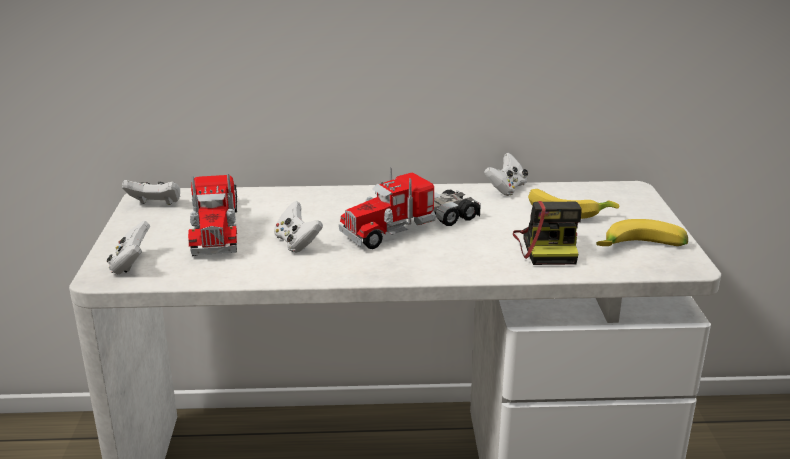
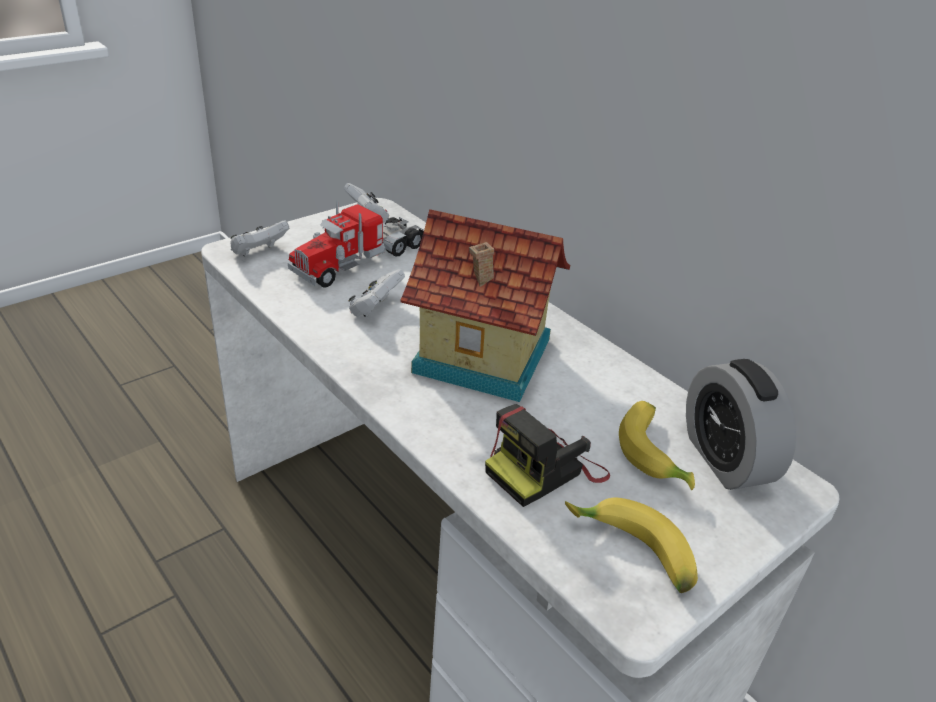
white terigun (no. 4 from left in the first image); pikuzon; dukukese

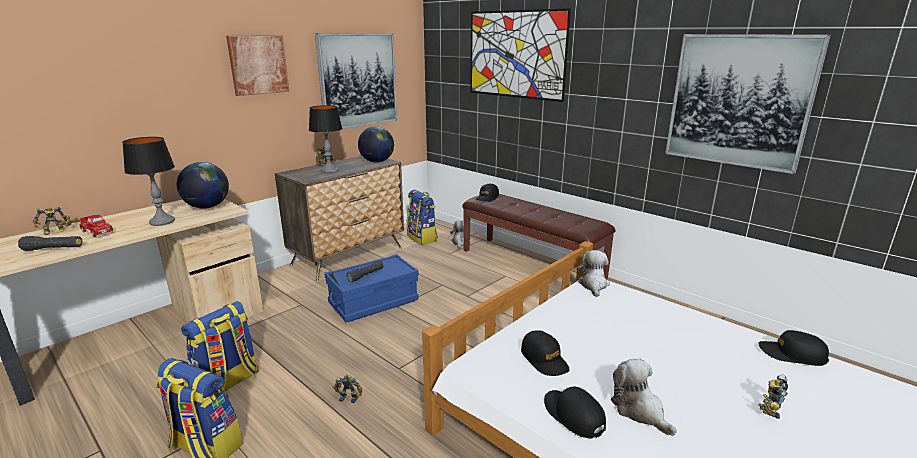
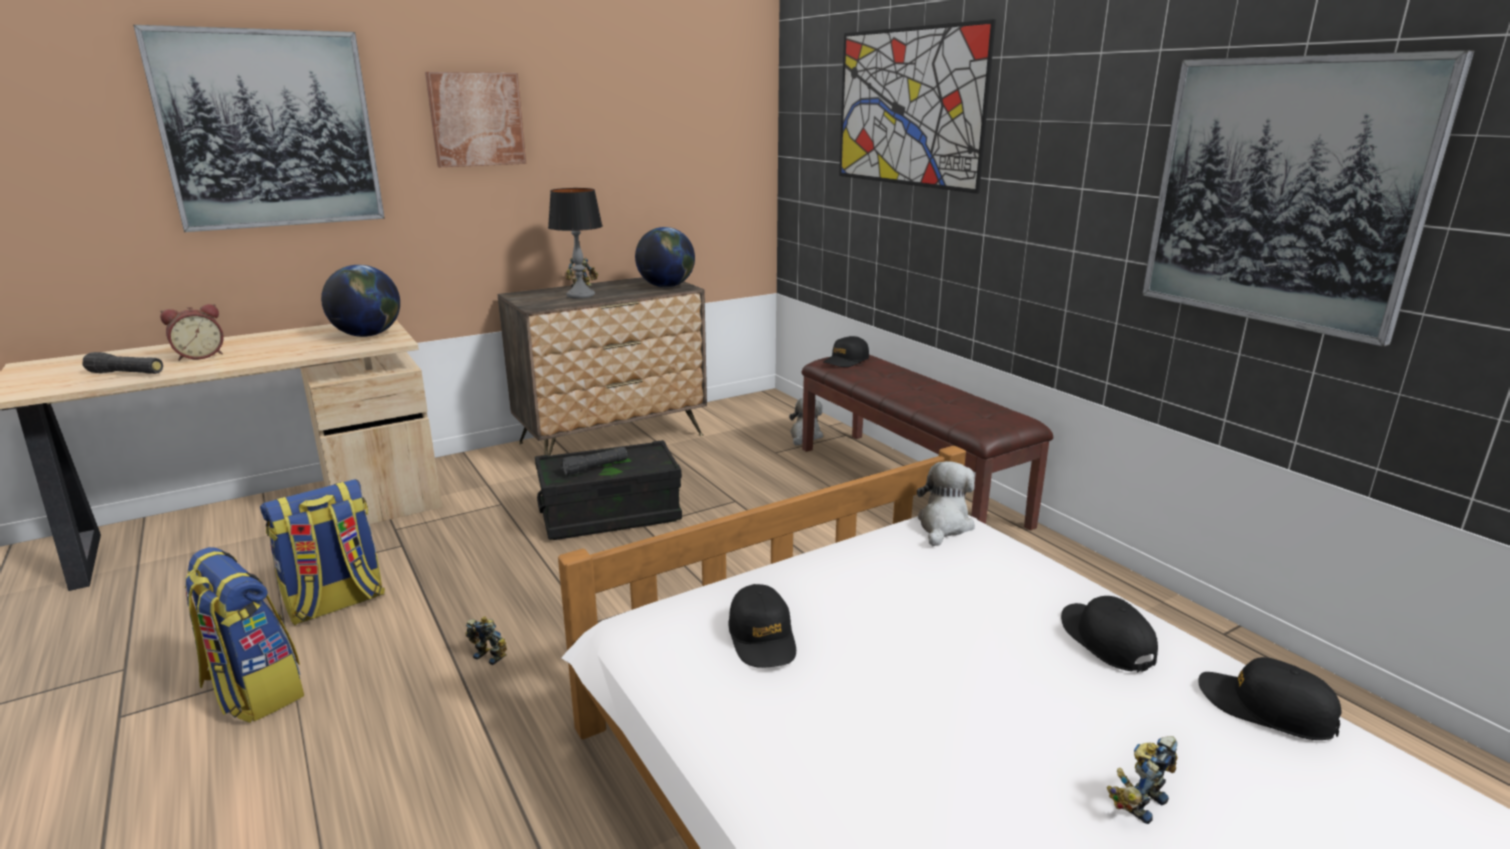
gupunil (no. 1 from left); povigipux (no. 1 from left in the first image); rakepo (no. 3 from left in the first image); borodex (no. 1 from left in the first image); dukukese; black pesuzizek; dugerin (no. 3 from left in the first image); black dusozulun (no. 3 from left)

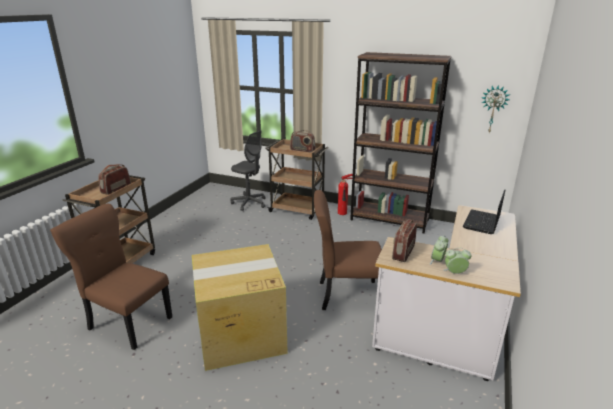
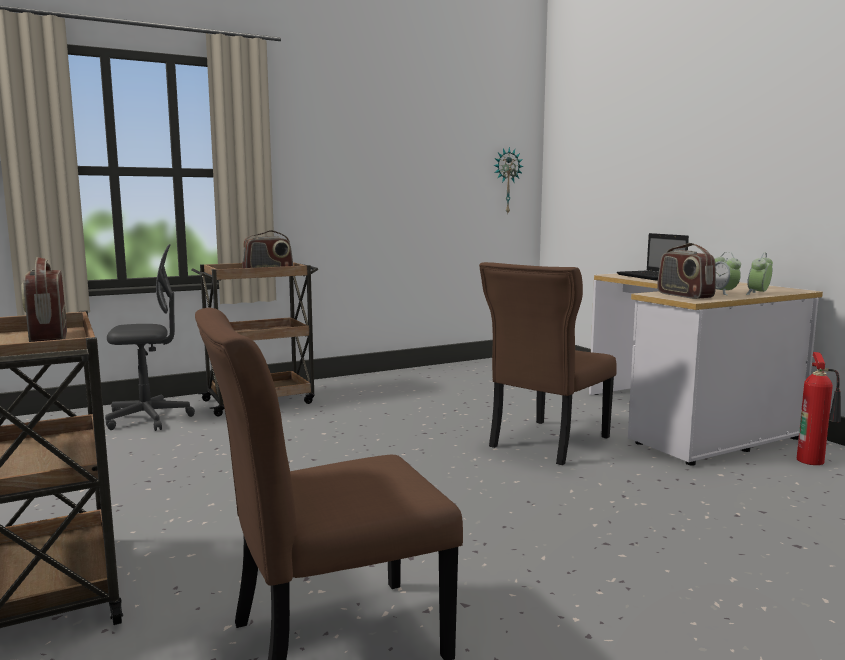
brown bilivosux; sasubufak; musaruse

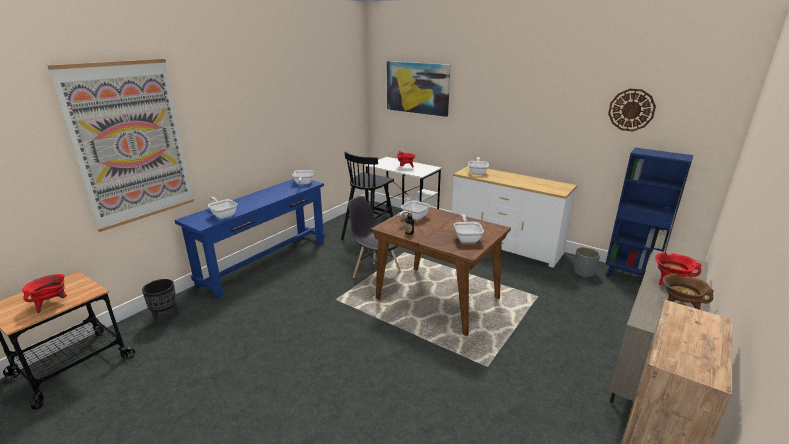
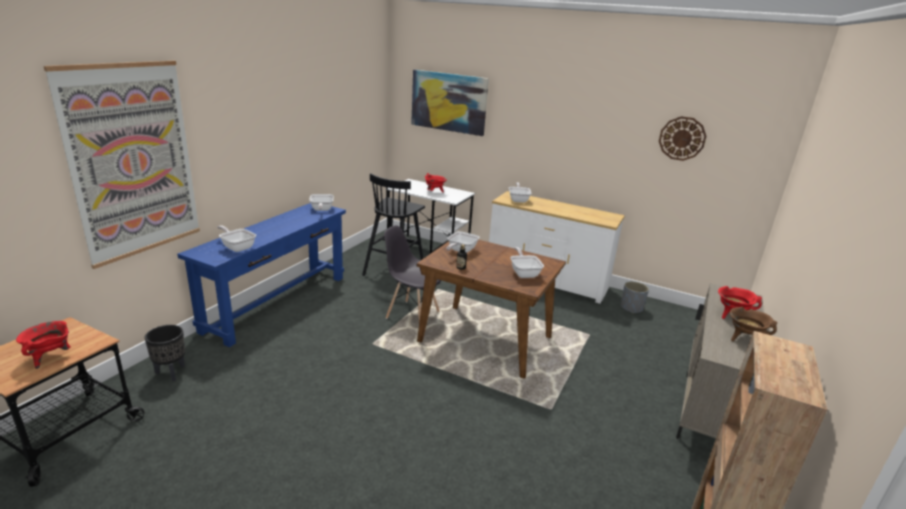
blue bilivosux

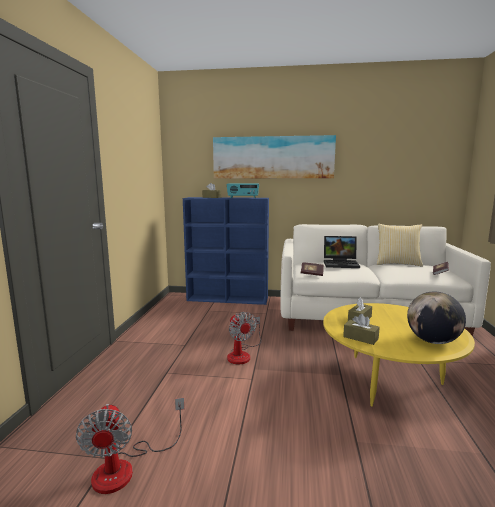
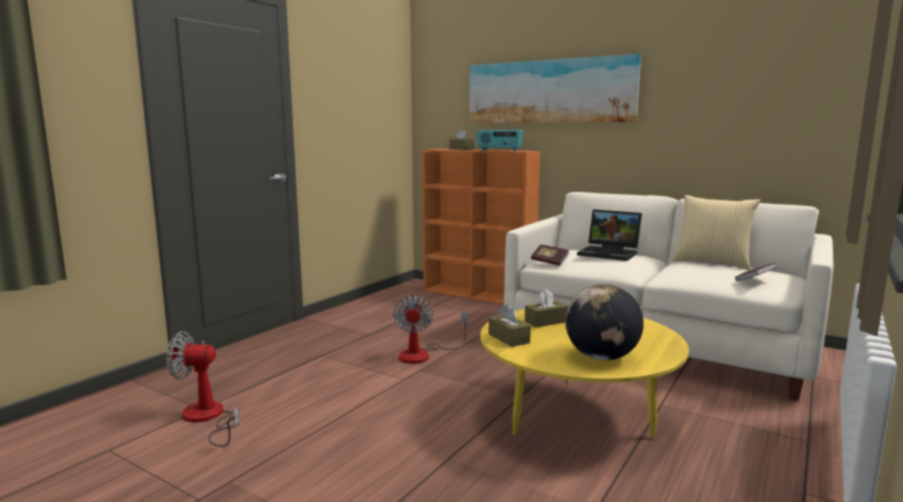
orange bilivosux; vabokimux (no. 1 from left)

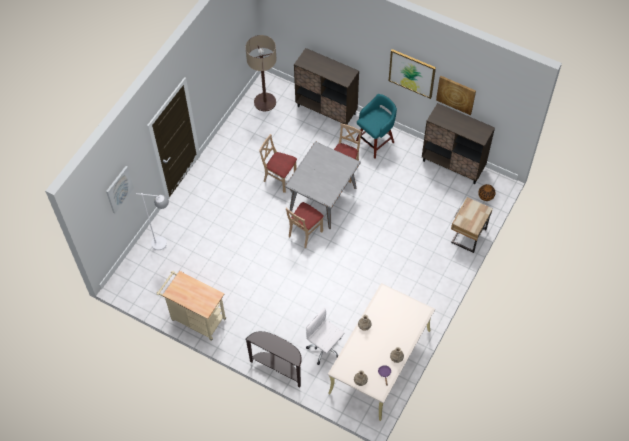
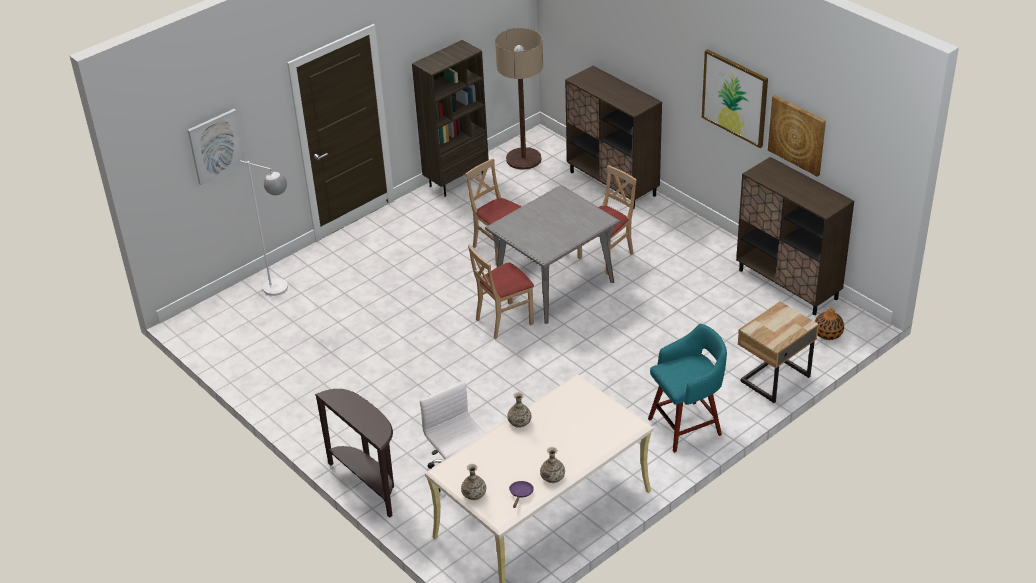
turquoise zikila; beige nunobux; brown bilivosux

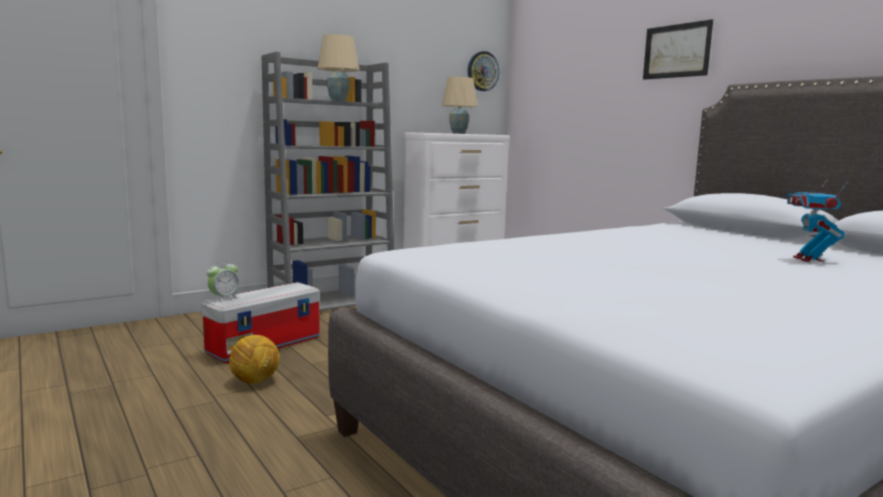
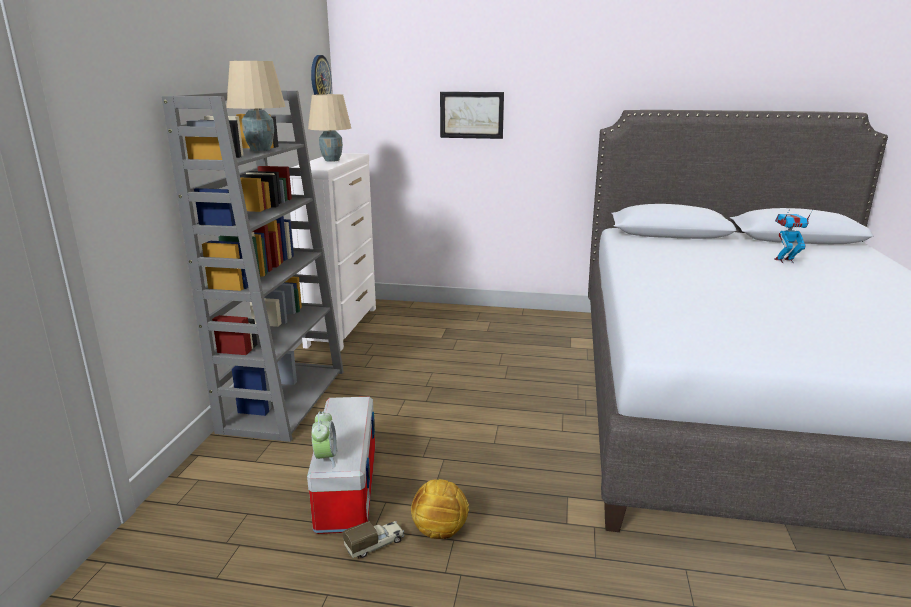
gupunil; borodex; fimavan

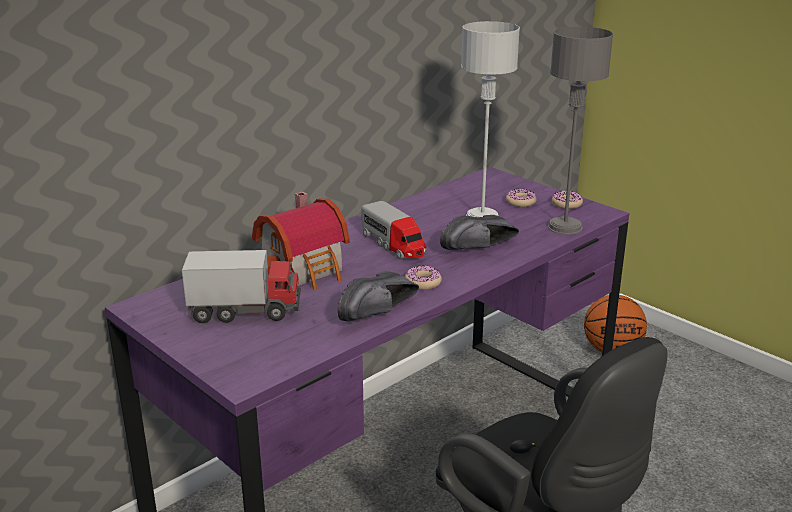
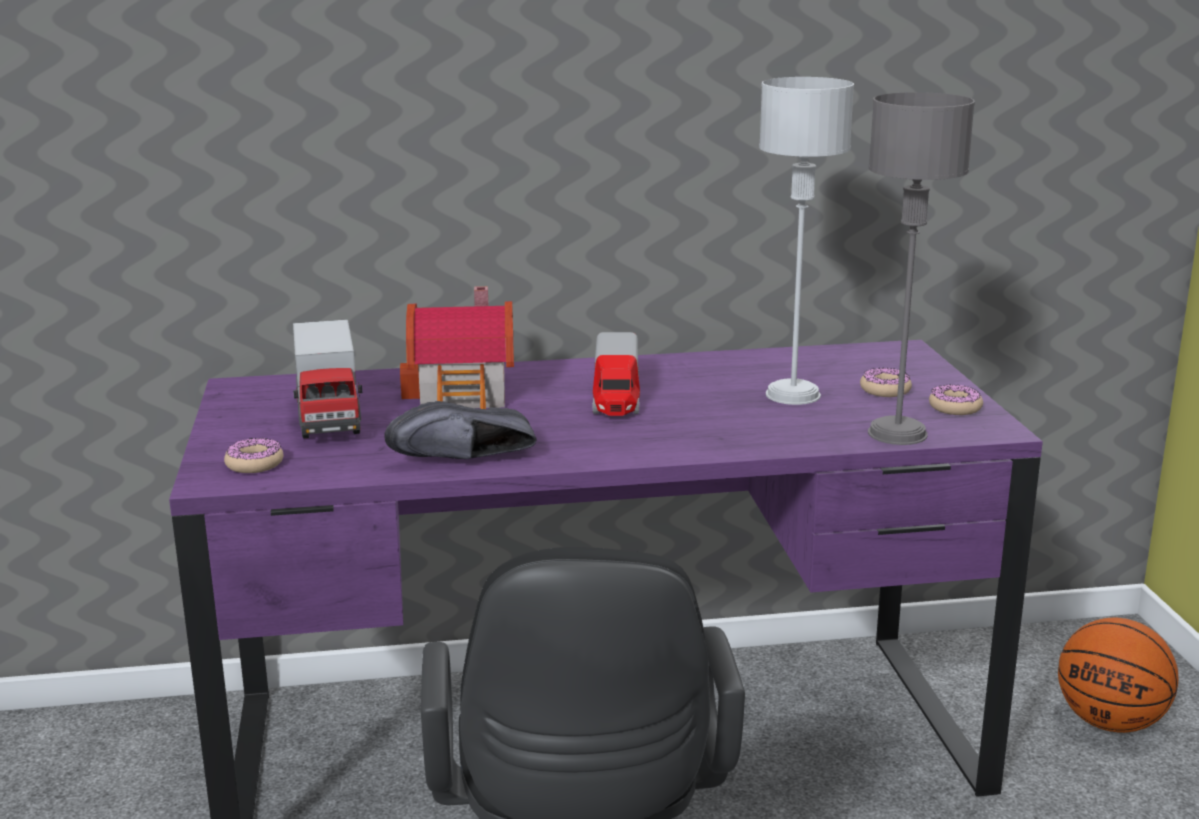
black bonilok (no. 2 from left in the first image); fimavan (no. 1 from left); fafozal (no. 1 from left)

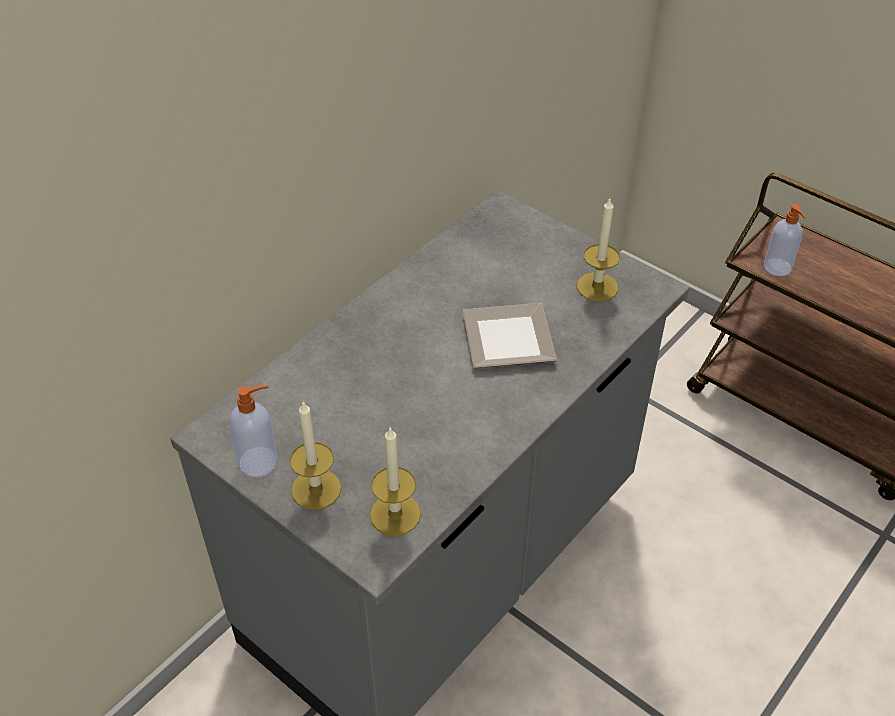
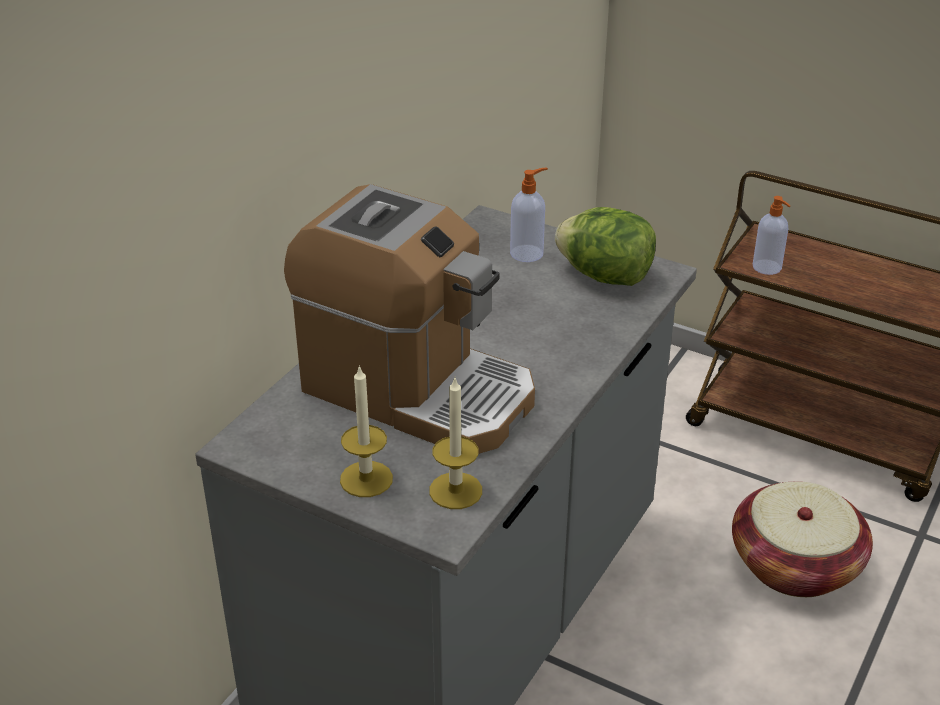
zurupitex; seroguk; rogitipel (no. 1 from left); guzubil; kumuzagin

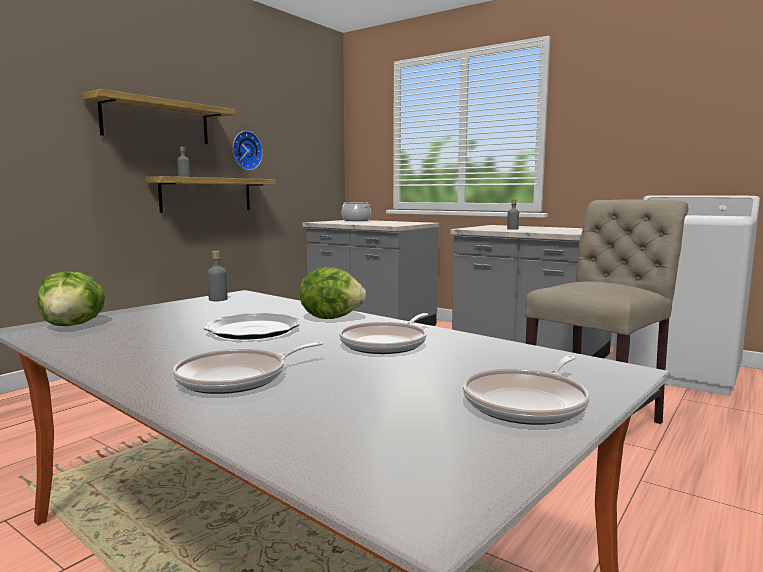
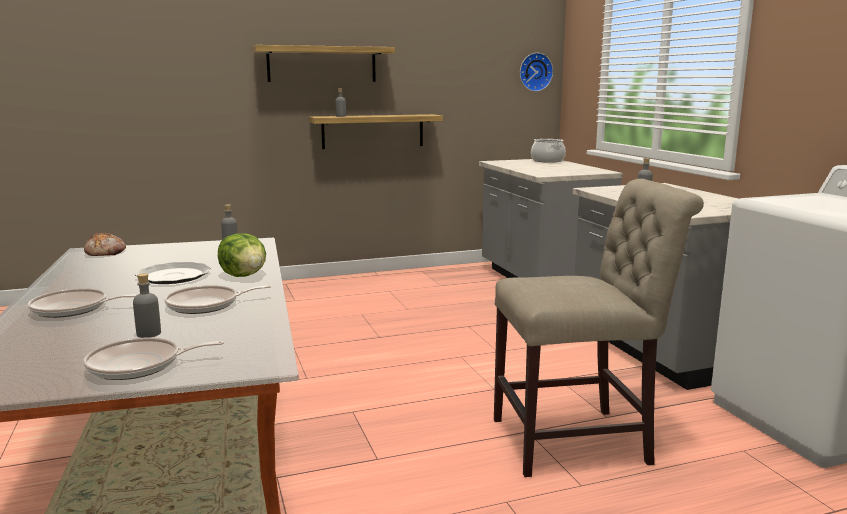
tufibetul; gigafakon; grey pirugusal (no. 1 from left)

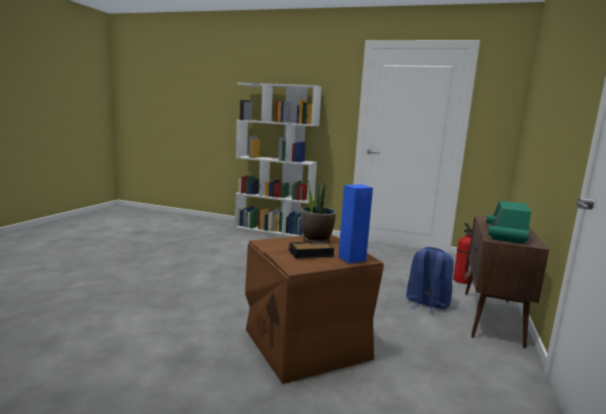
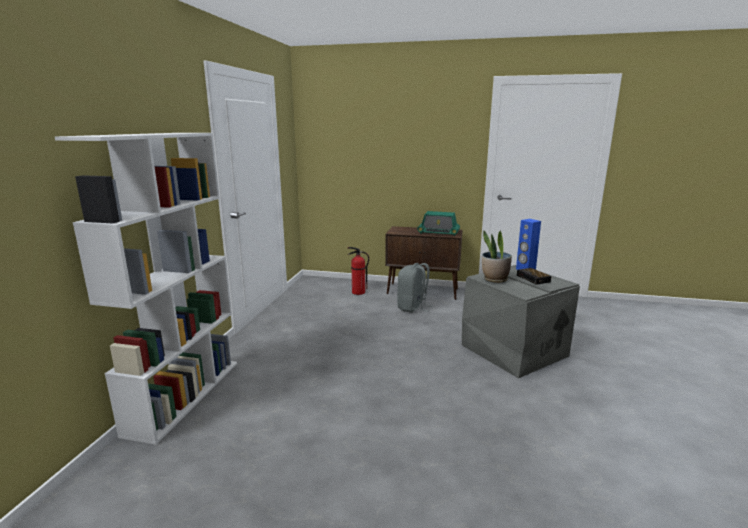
grey pesuzizek; grey rakepo

